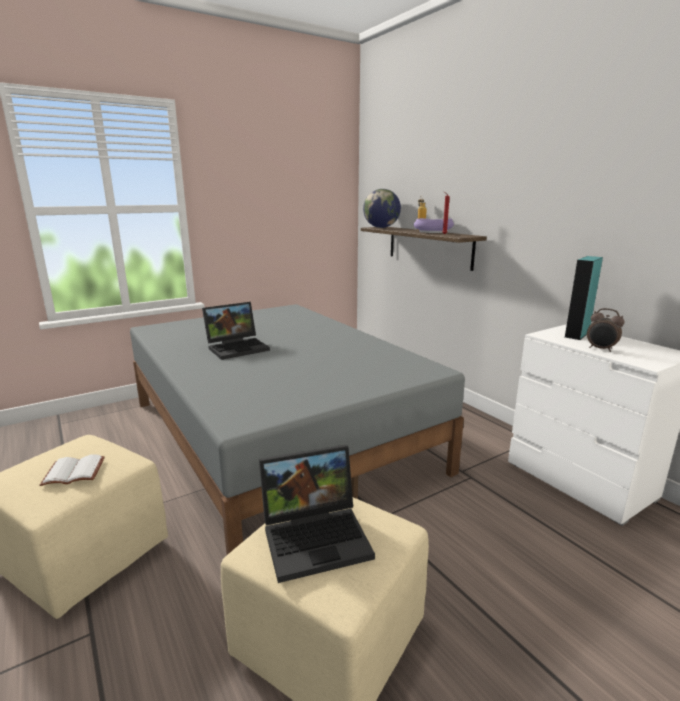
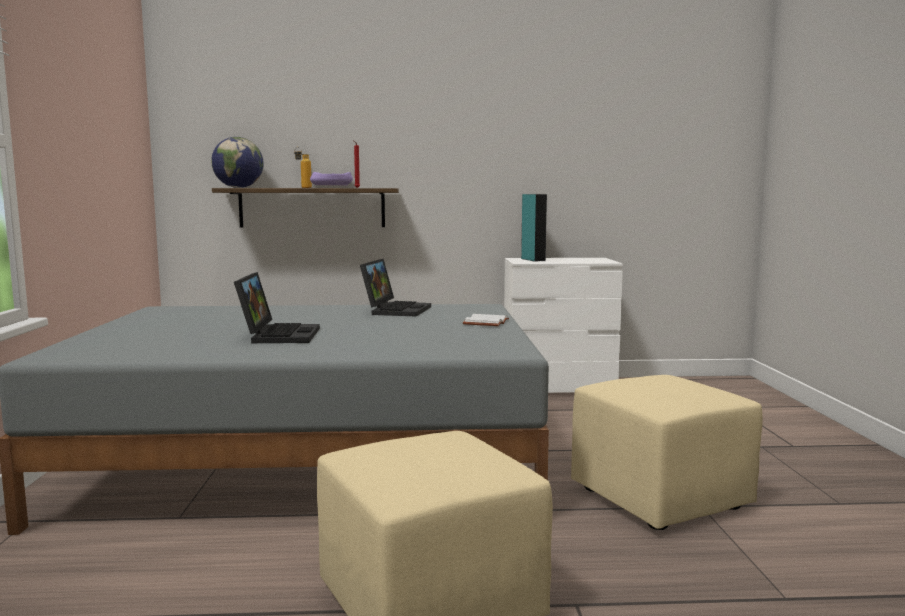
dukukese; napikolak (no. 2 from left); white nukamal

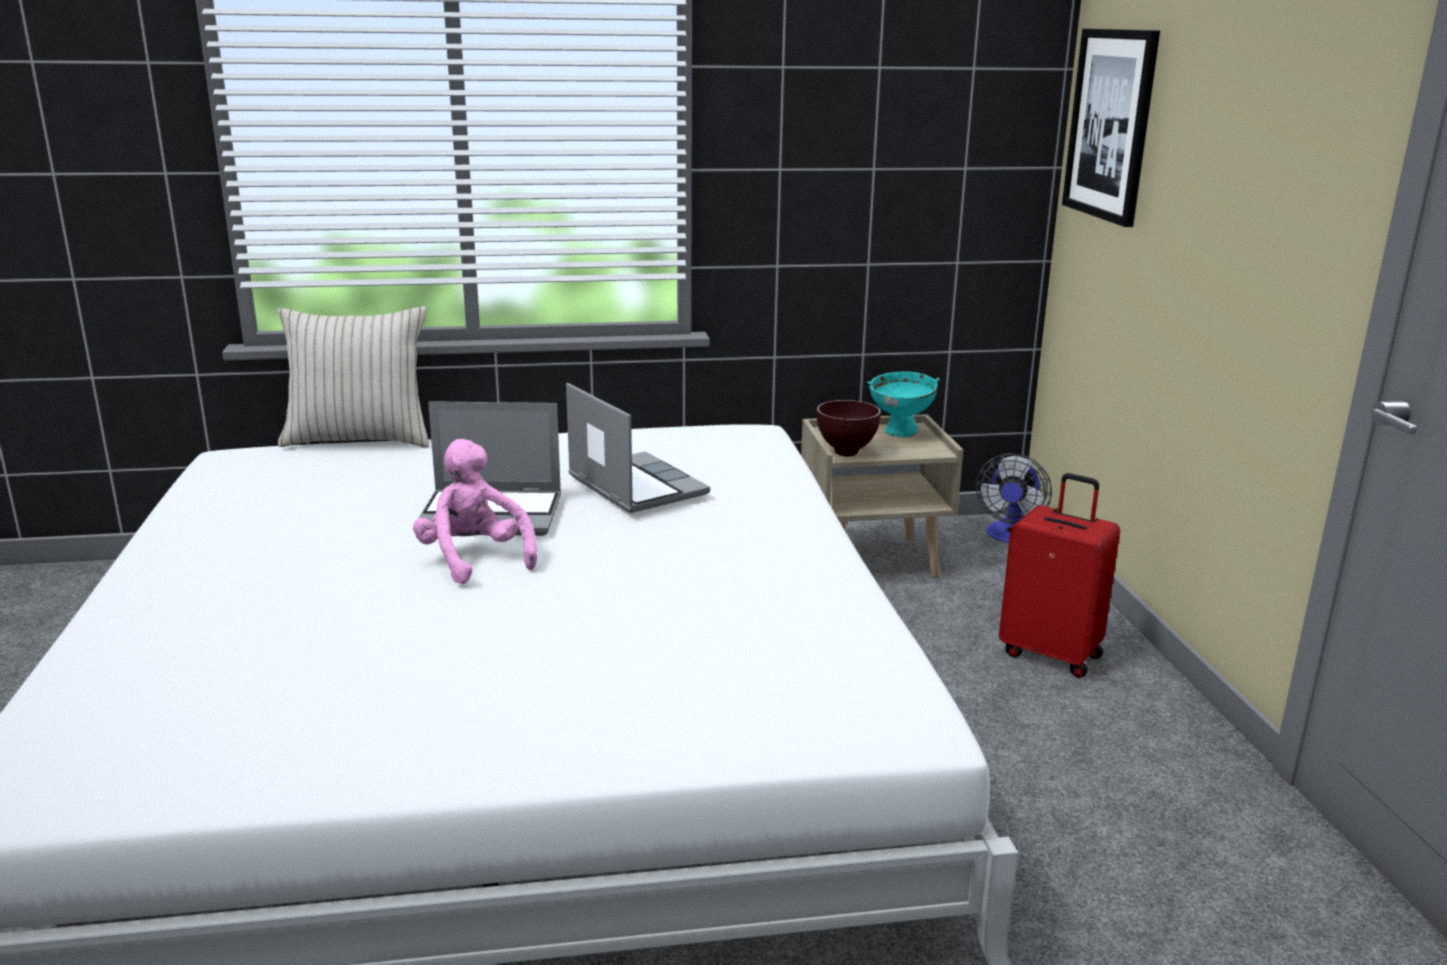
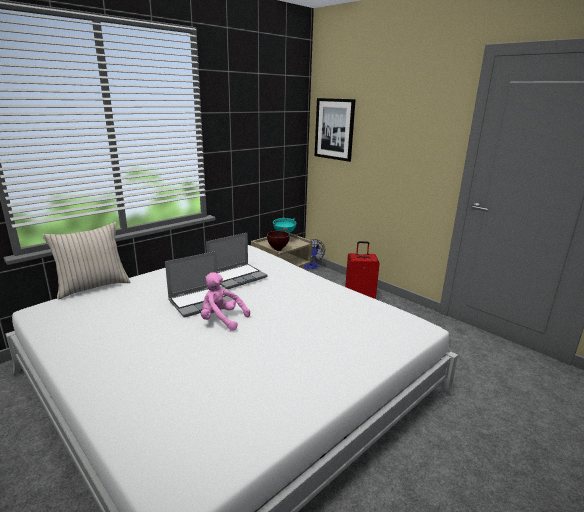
napikolak (no. 2 from left)

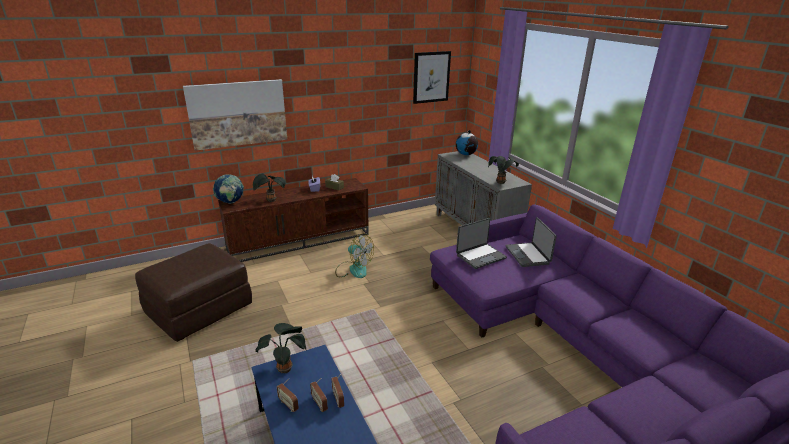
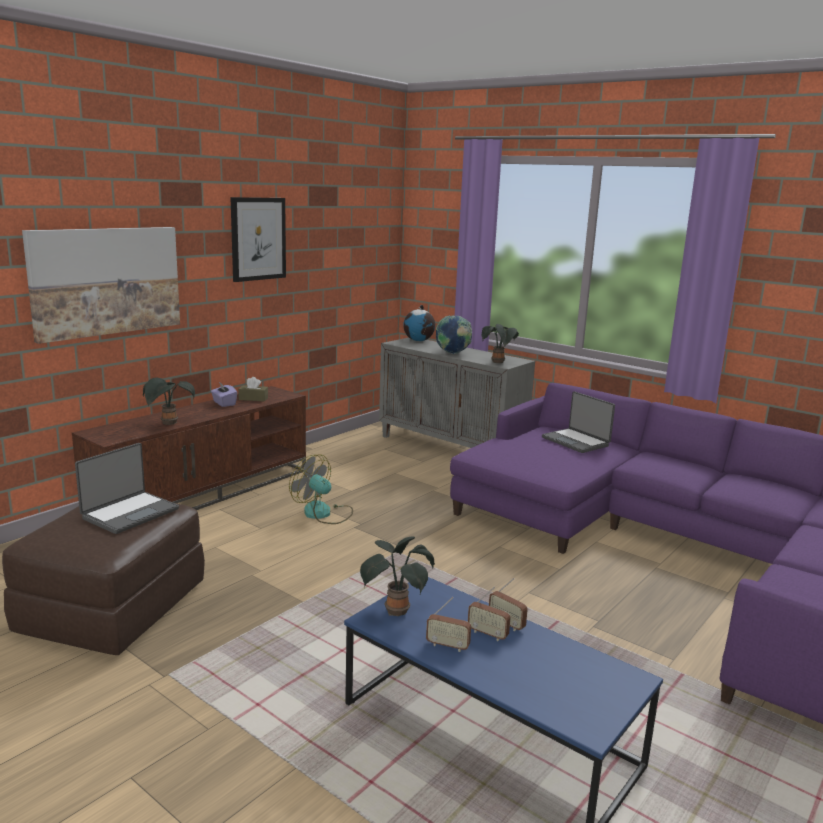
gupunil (no. 2 from left); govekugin (no. 2 from left); napikolak (no. 1 from left); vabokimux

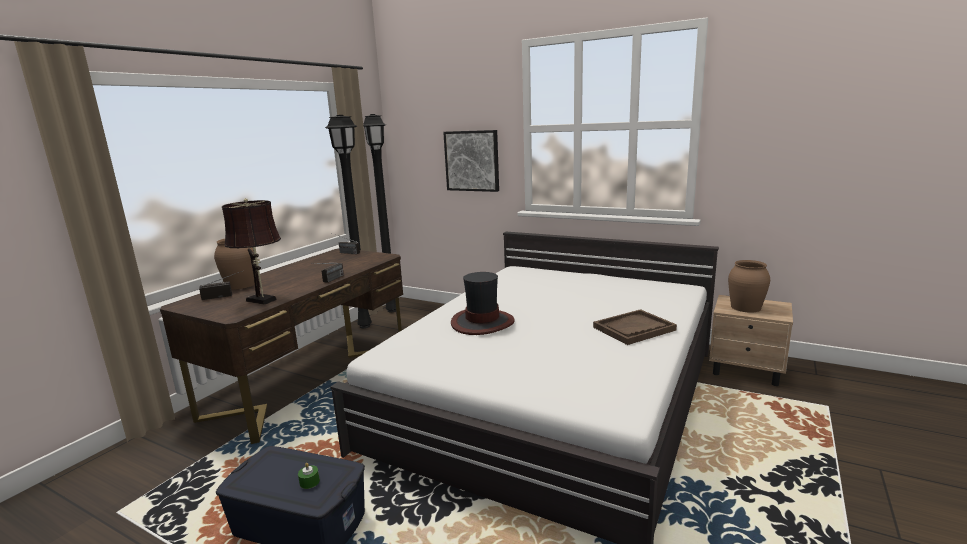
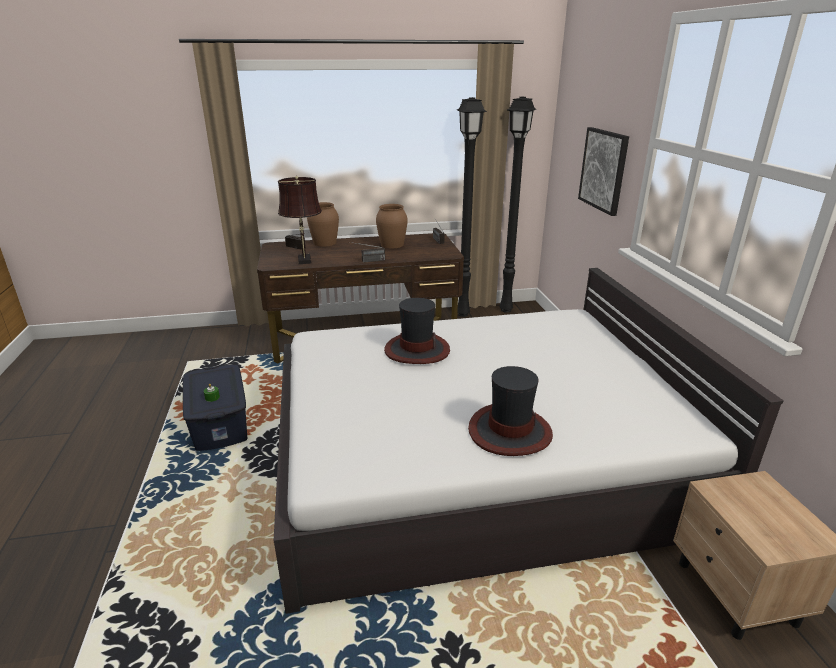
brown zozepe (no. 2 from left); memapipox (no. 2 from left)

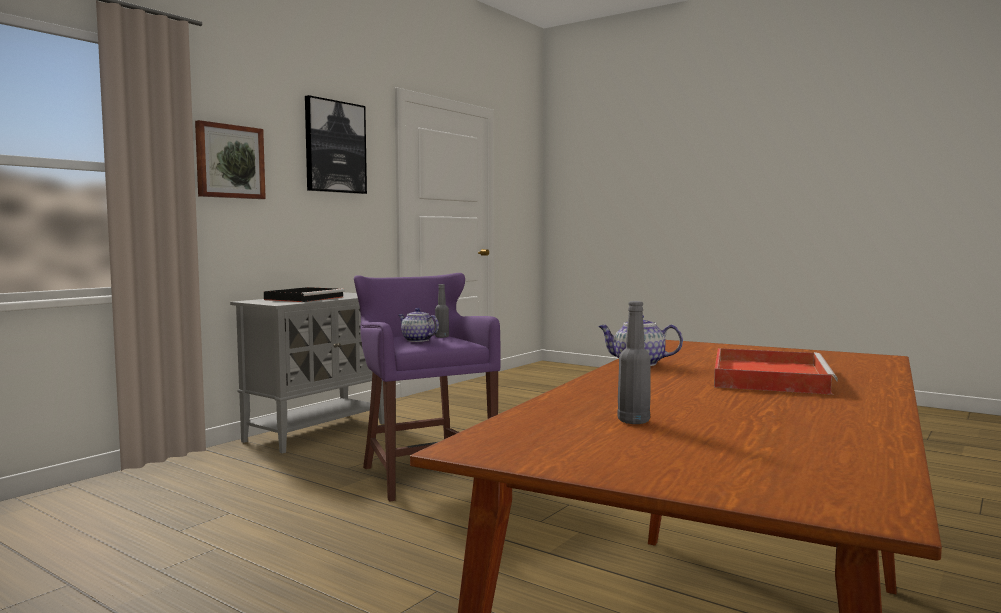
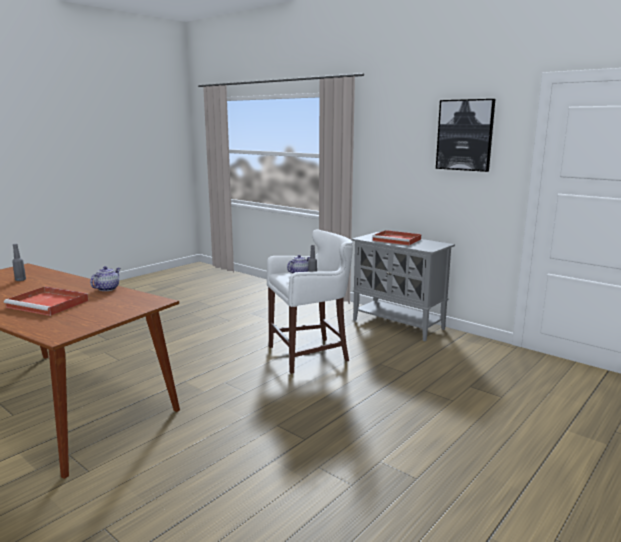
gupunil (no. 1 from left in the first image); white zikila; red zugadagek (no. 2 from left)

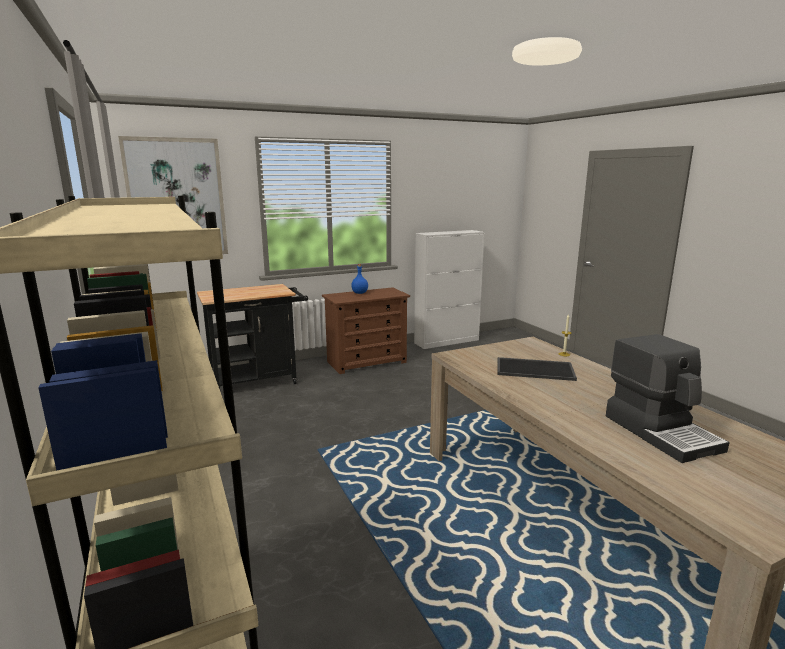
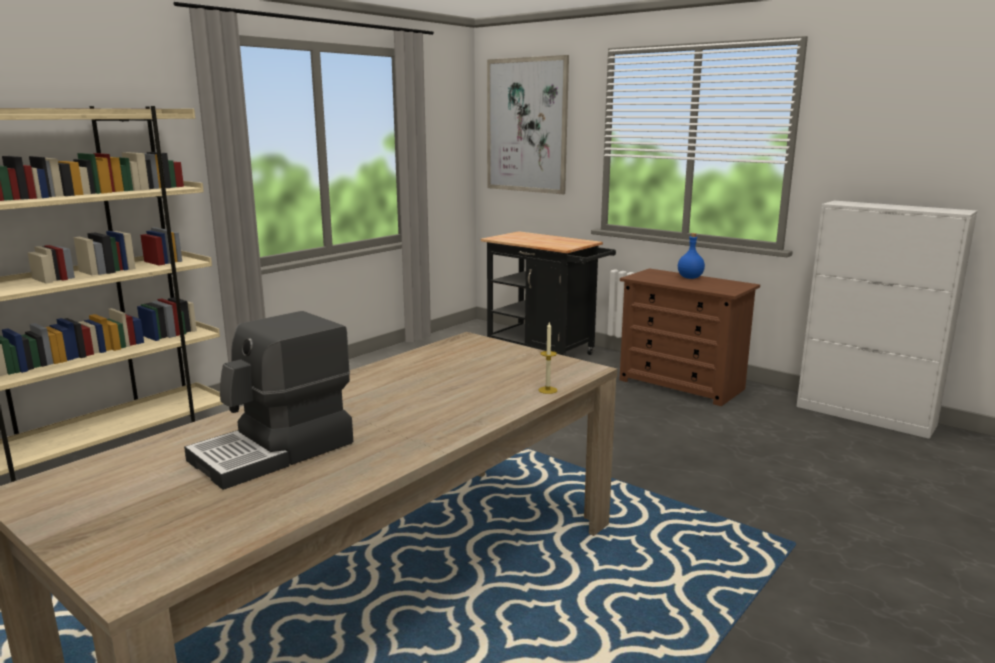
zugadagek

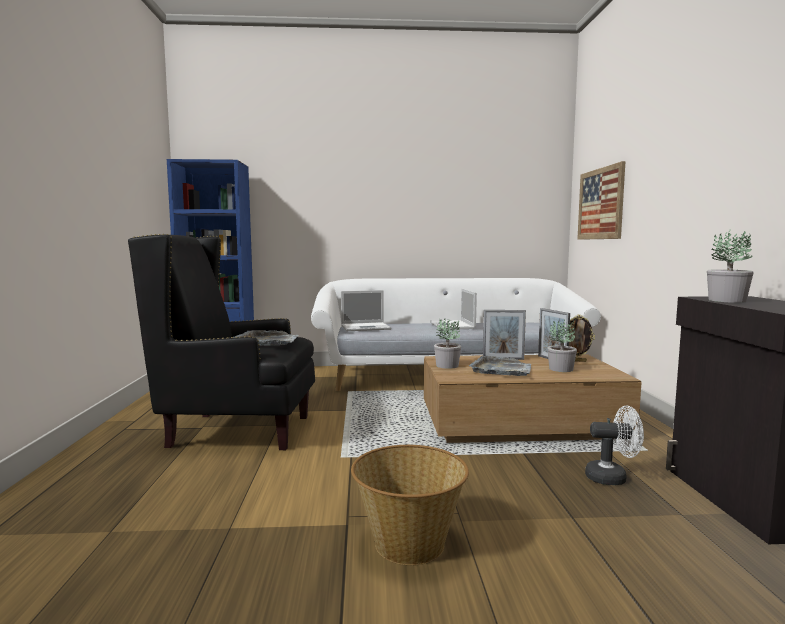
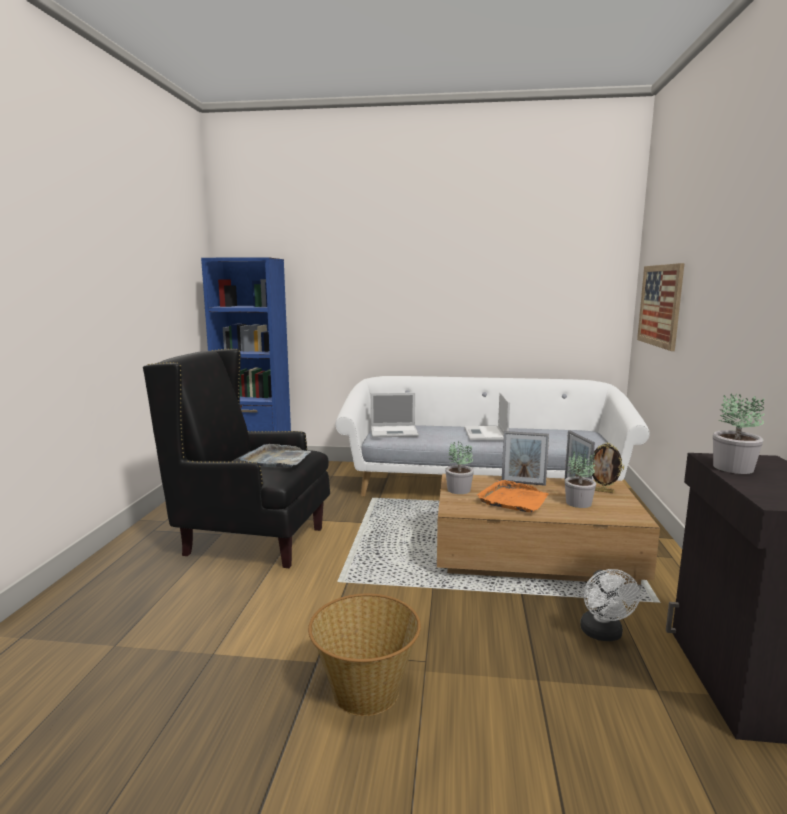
orange zugadagek; white vabokimux

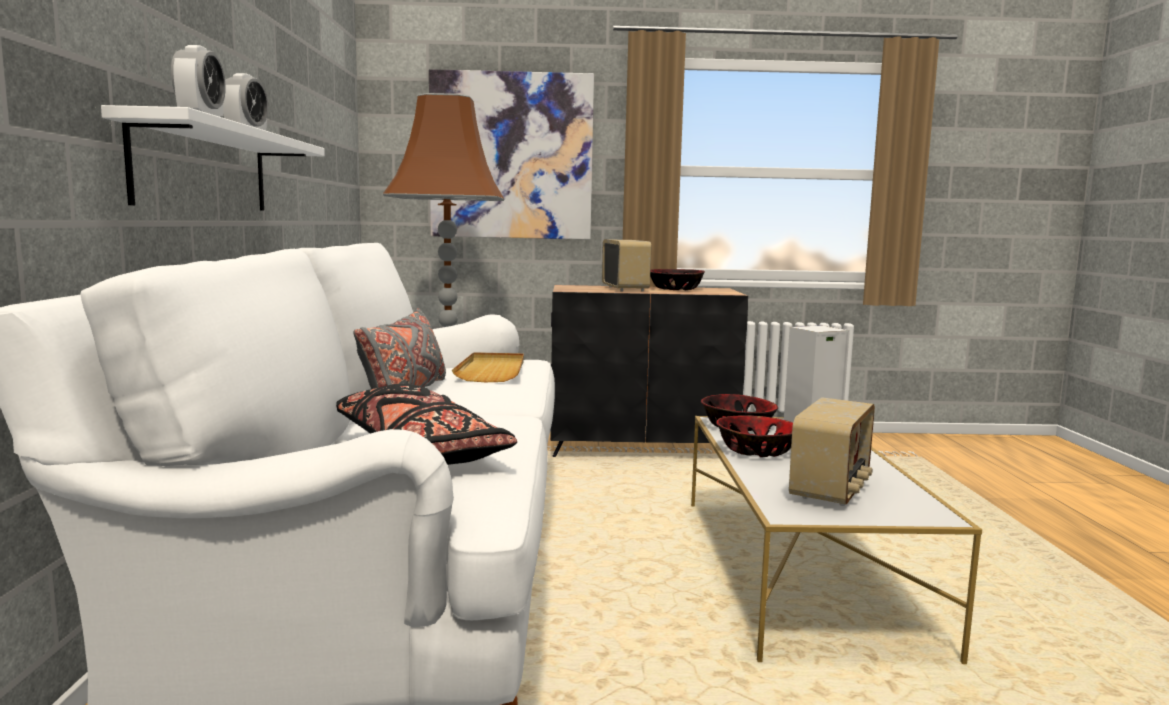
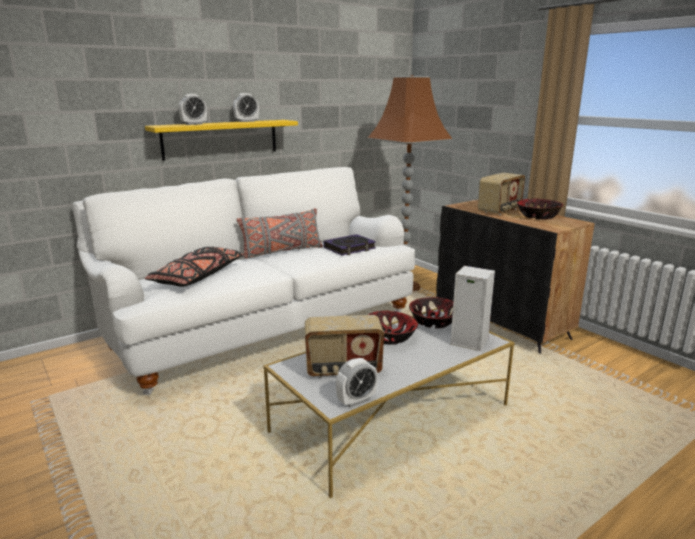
gupunil; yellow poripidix; nukamal; dukukese (no. 3 from left)

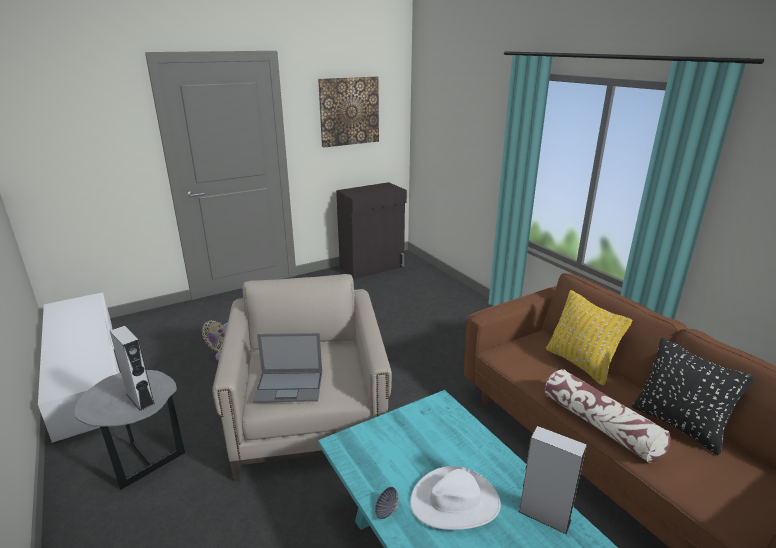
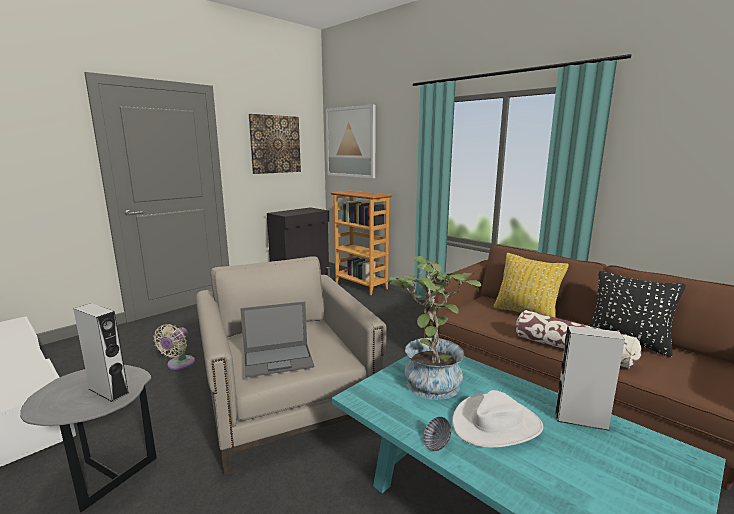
gupunil (no. 2 from left); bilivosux; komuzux

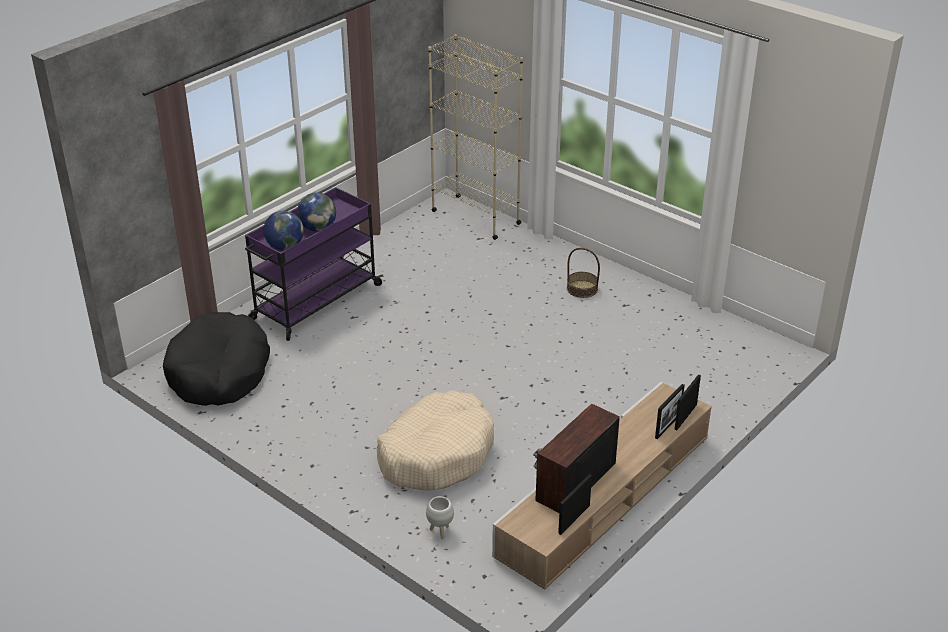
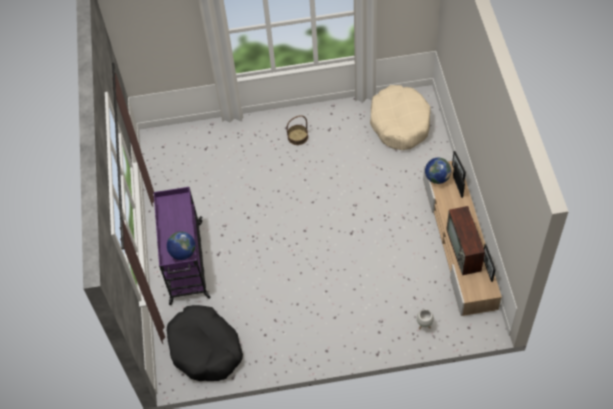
beige bilivosux; govekugin (no. 2 from left); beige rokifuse

